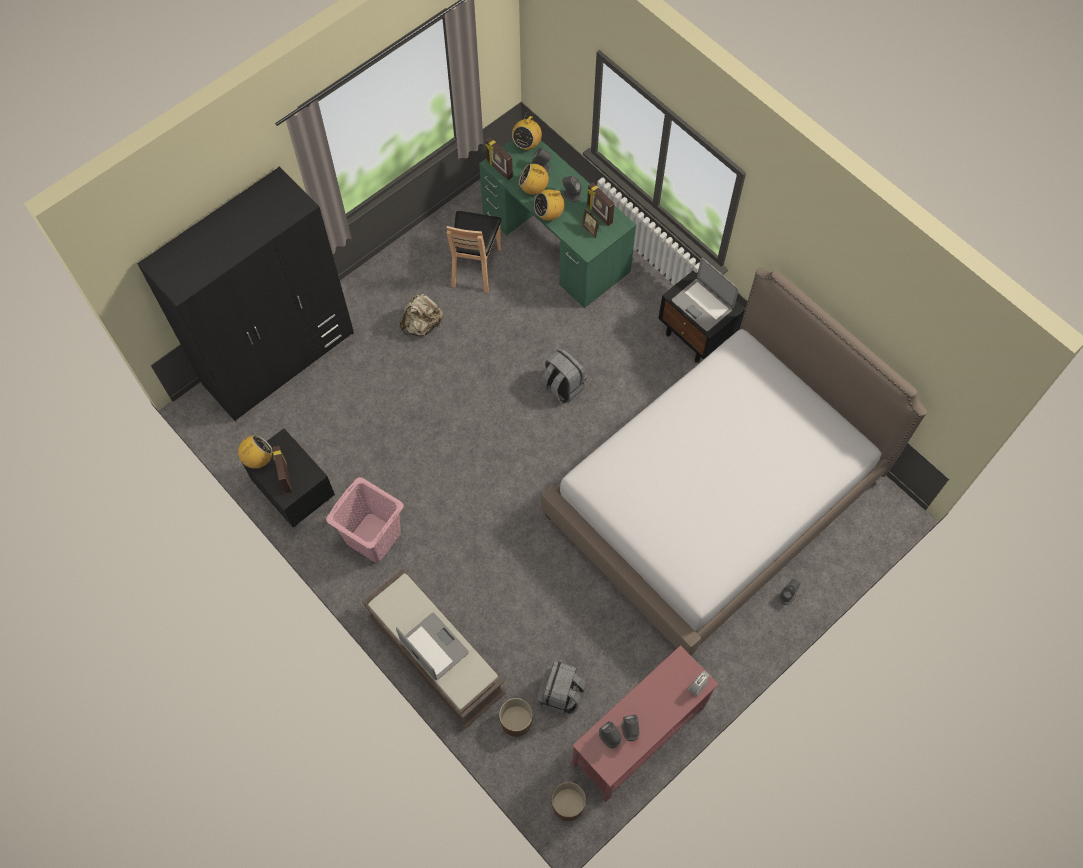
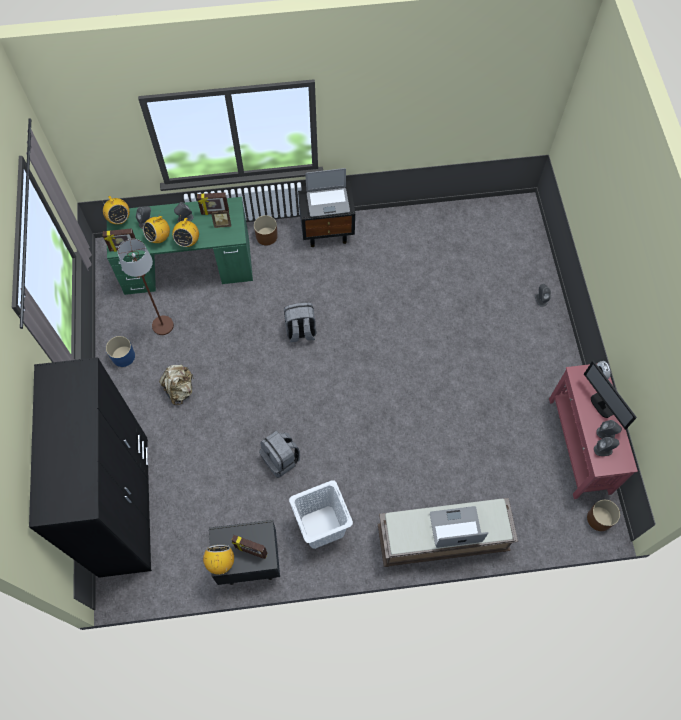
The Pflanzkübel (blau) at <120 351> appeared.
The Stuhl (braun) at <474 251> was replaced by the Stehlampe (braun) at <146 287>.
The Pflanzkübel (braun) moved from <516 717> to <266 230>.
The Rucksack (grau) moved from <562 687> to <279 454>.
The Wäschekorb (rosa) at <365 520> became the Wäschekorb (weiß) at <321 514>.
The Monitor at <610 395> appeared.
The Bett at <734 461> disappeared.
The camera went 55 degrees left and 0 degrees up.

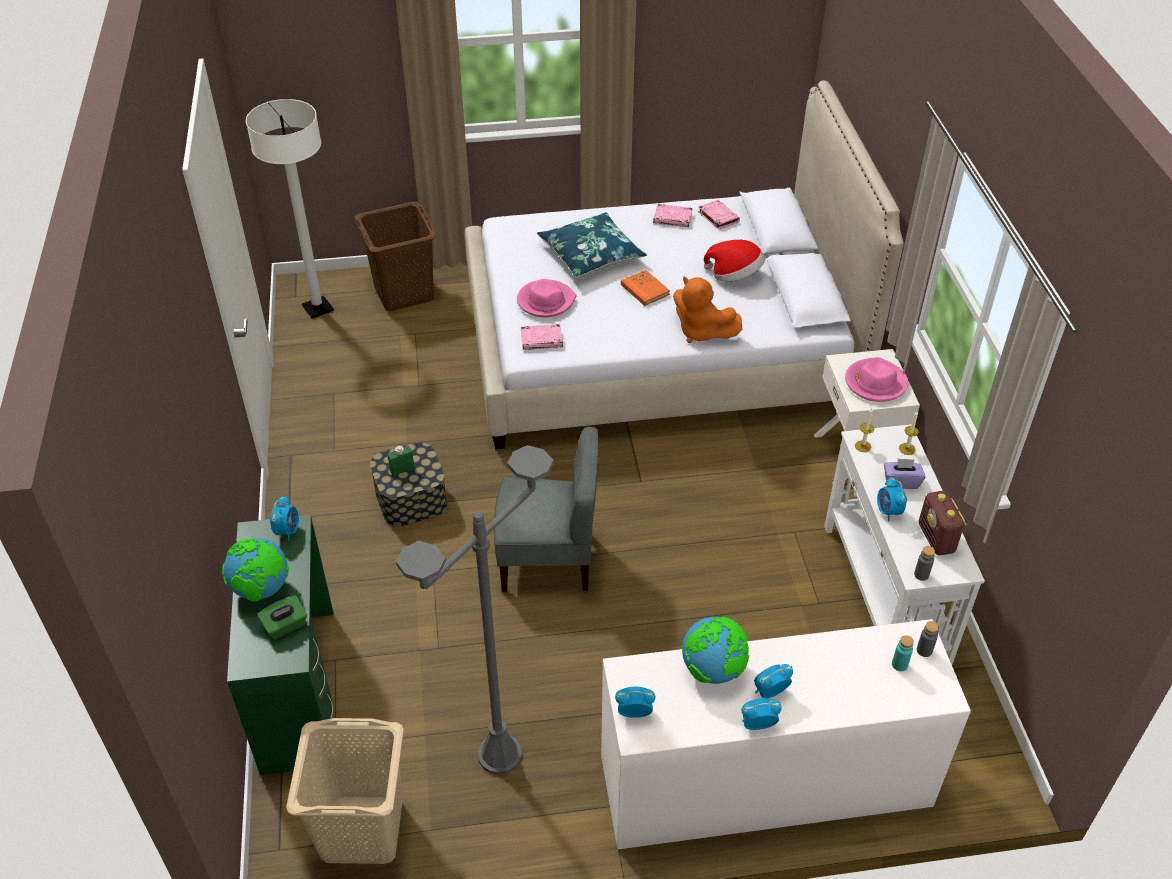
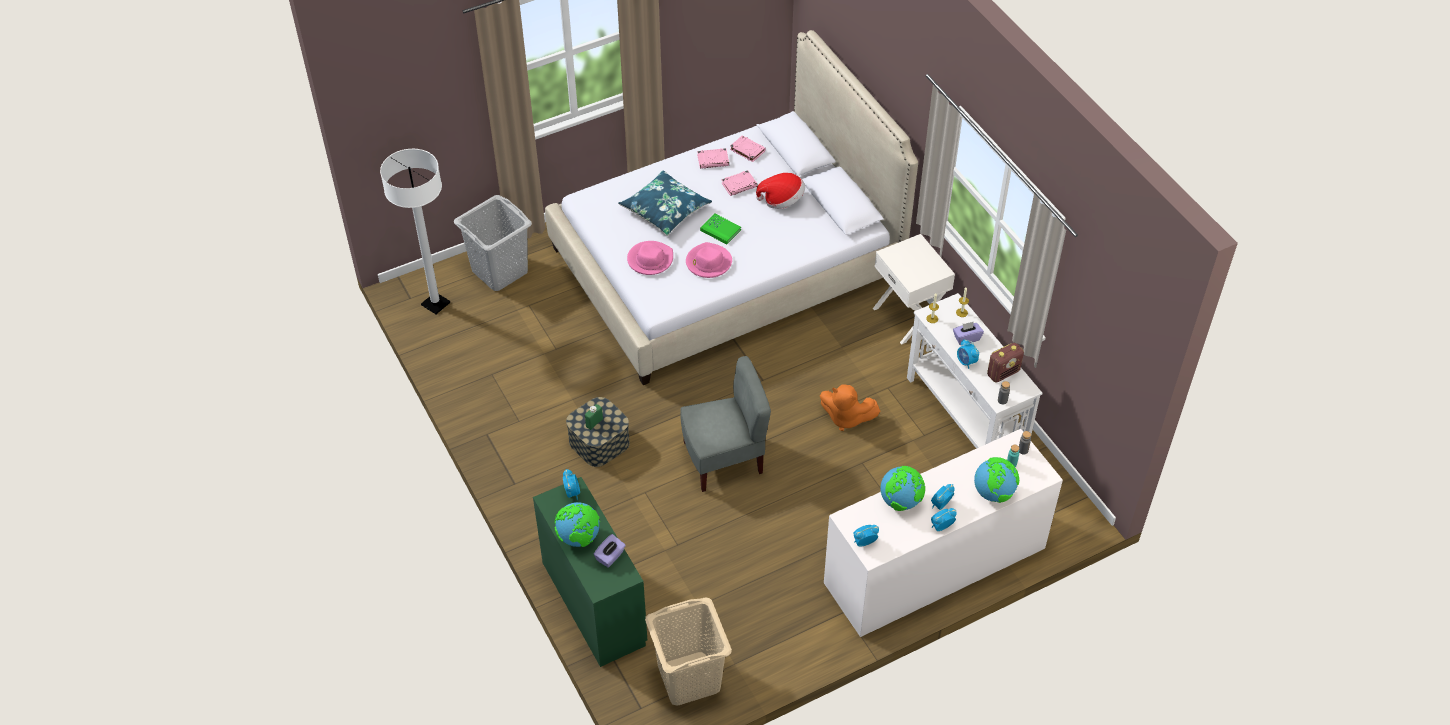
The Wäschekorb (braun) at <395 256> became the Wäschekorb (grau) at <493 243>.
The Taschentuchbox (grün) at <282 617> became the Taschentuchbox (lila) at <610 551>.
The Hut (rosa) moved from <877 379> to <709 260>.
The Buch (orange) at <645 288> became the Buch (grün) at <720 229>.
The Buch (rosa) moved from <542 337> to <739 183>.
The Plüschtier (orange) moved from <707 309> to <850 408>.
The Globus at <996 480> appeared.
The Radio at <943 523> turned 90 degrees counterclockwise.
The Stehlampe (grau) at <475 610> disappeared.
The camera went 20 degrees left and 5 degrees up.

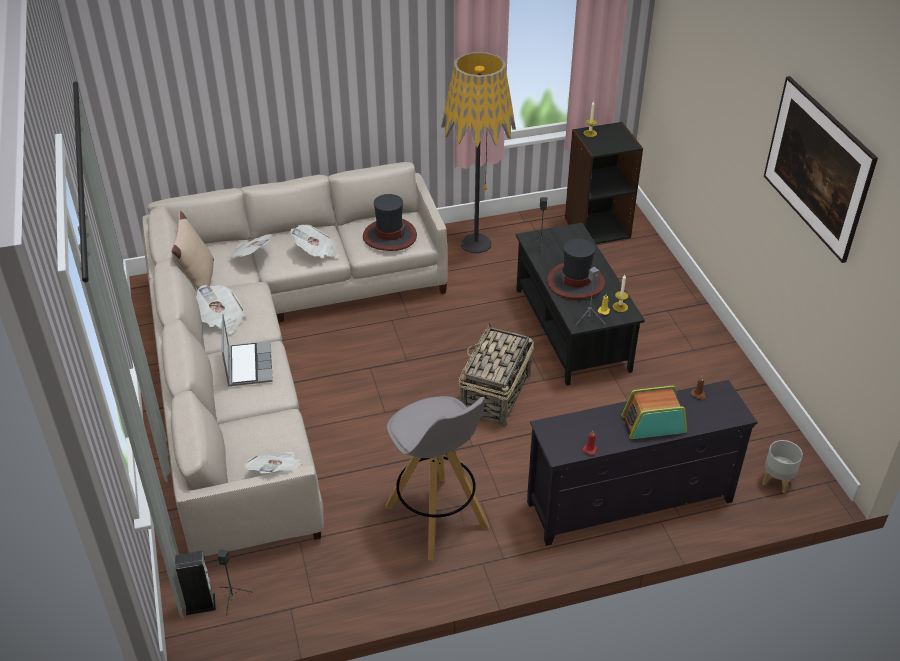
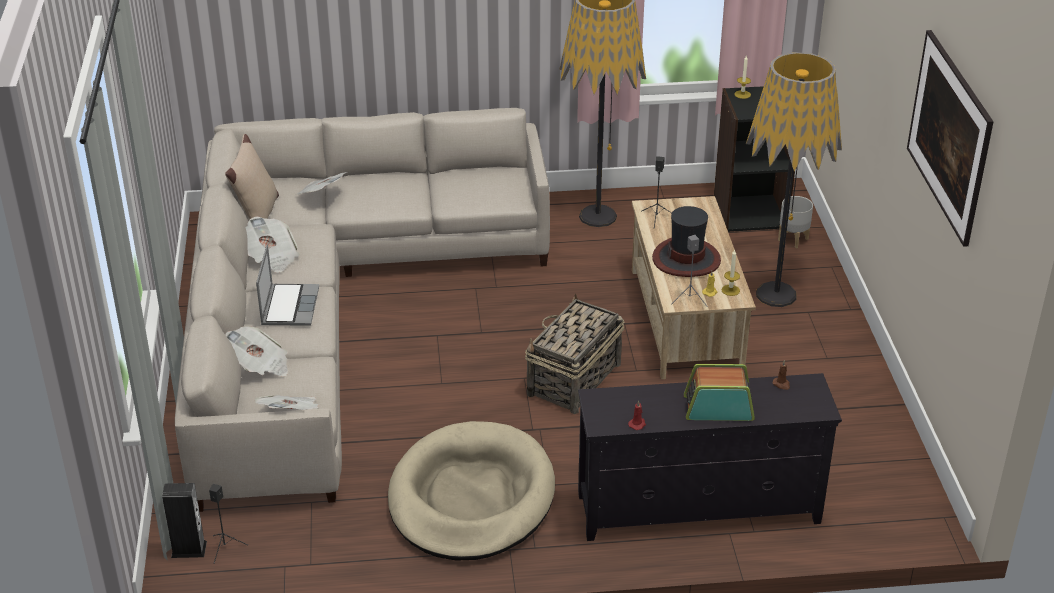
The Zeitung moved from <315 241> to <257 352>.
The Hocker (grau) at <437 478> was replaced by the Hundebett (beige) at <471 491>.
The Couchtisch (schwarz) at <580 304> became the Couchtisch (beige) at <694 287>.
The Stehlampe at <794 179> appeared.
The Pflanzkübel (grau) moved from <782 466> to <795 222>.
The Hut at <390 222> disappeared.
The camera went 10 degrees right and 5 degrees down.

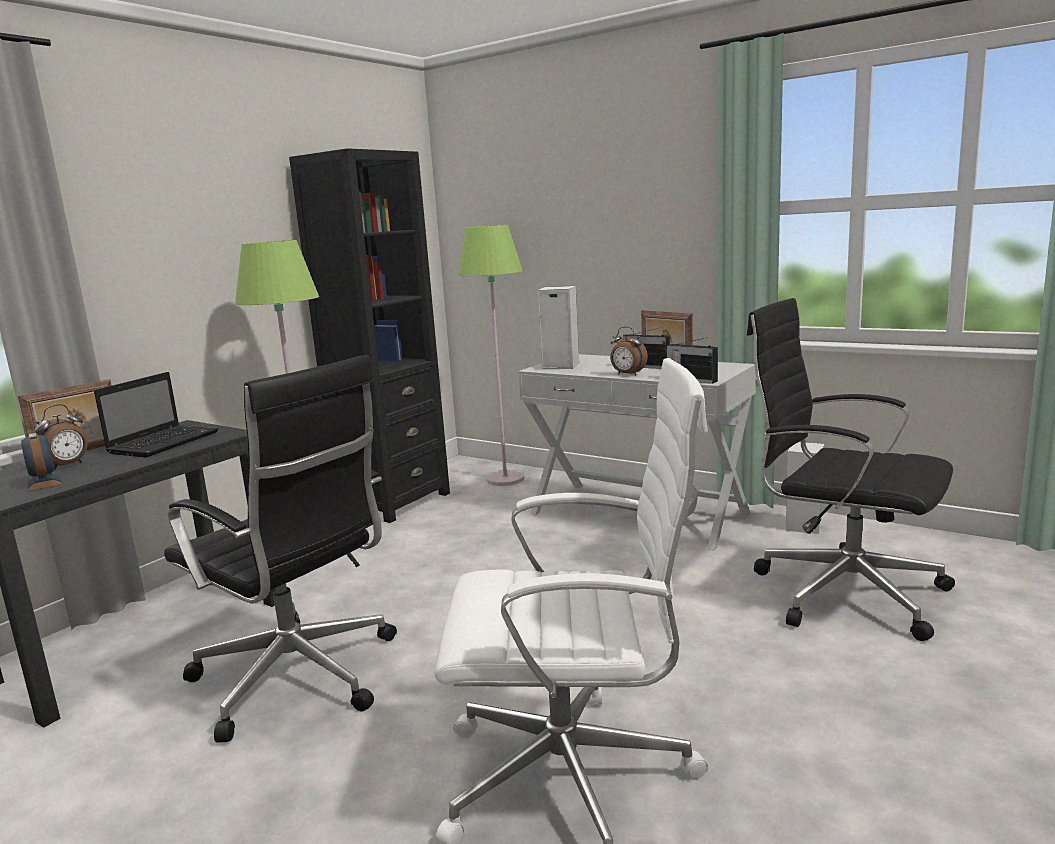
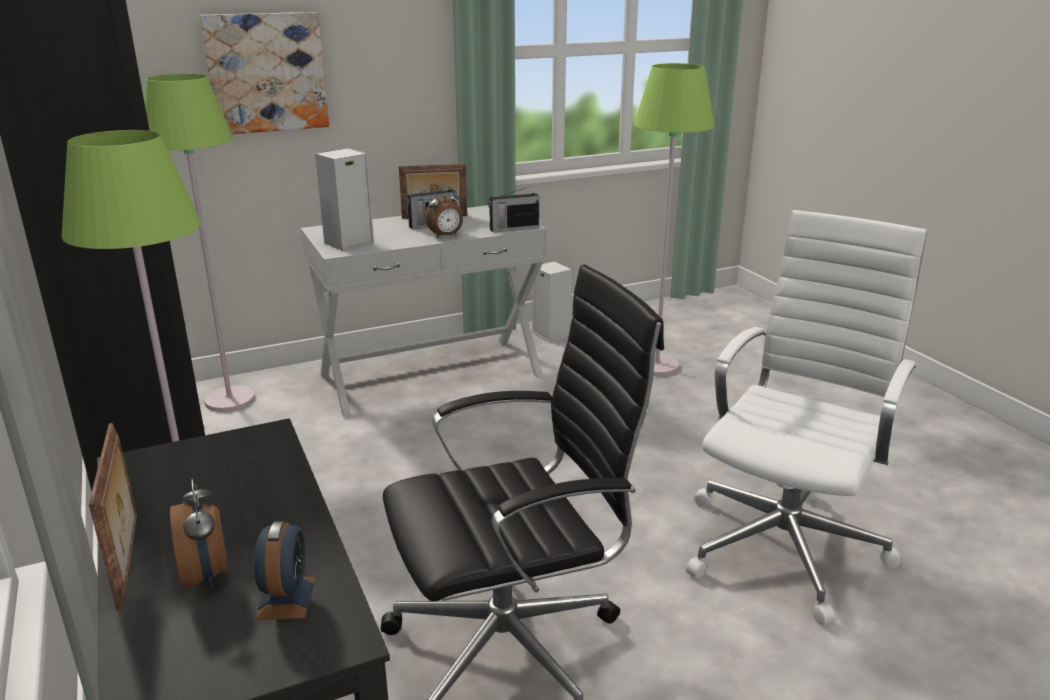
The Bild at <264 73> appeared.
The Wecker at <41 462> turned 90 degrees counterclockwise.
The Bürostuhl (schwarz) at <851 469> was replaced by the Stehlampe (grün) at <674 219>.
The Laptop at <156 414> disappeared.
The camera went 60 degrees left and 10 degrees up.

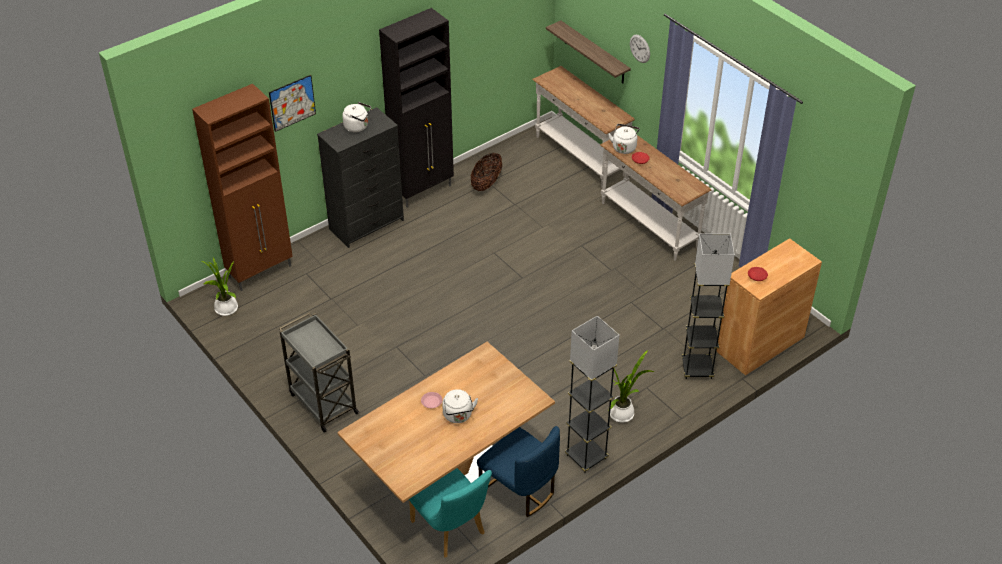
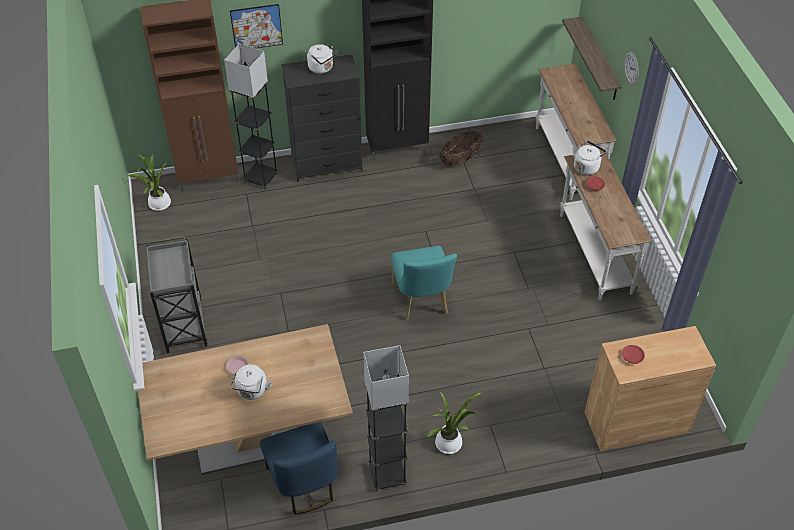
The Stehlampe (schwarz) moved from <708 306> to <251 116>.
The Stuhl (türkis) moved from <450 513> to <424 283>.
The camera went 25 degrees right and 5 degrees up.

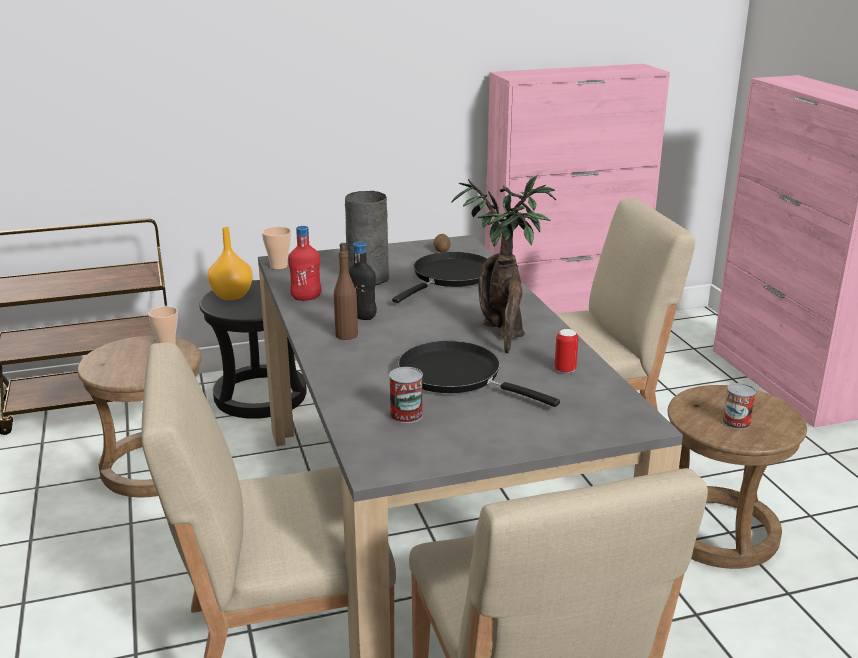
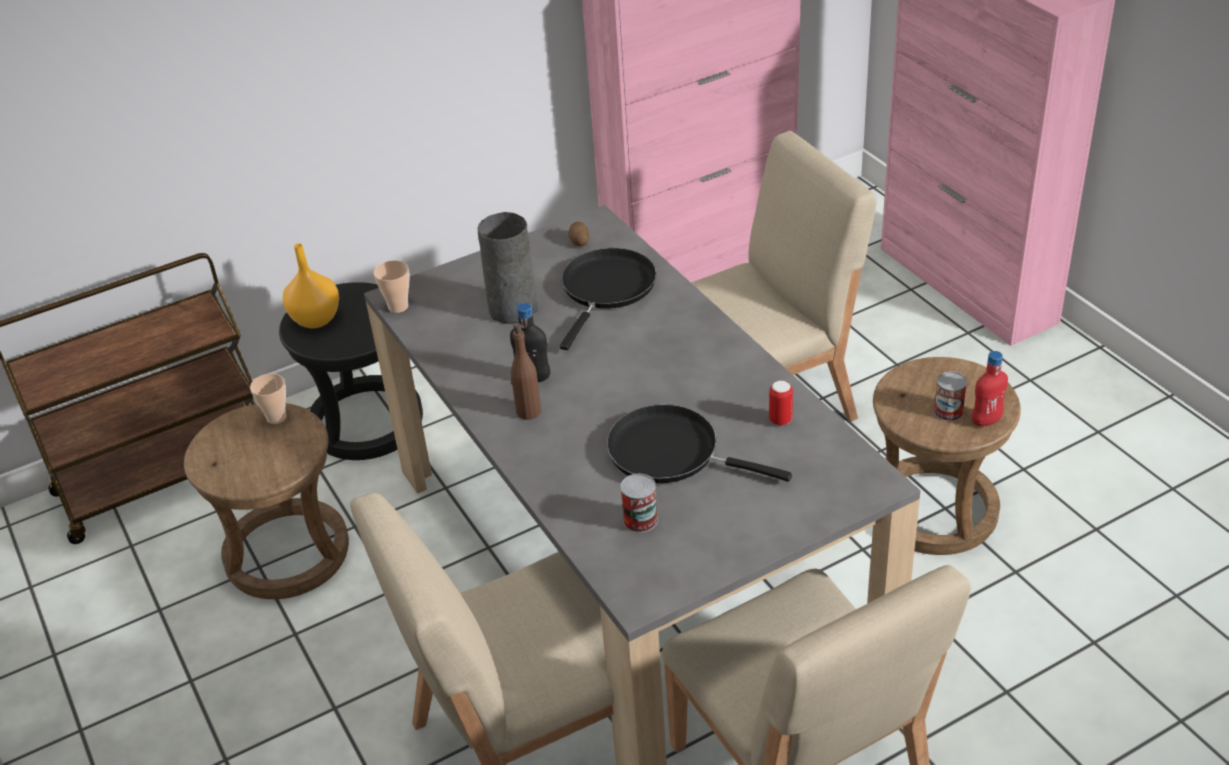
The Flasche (rot) moved from <304 263> to <990 389>.
The Topfpflanze at <503 264> disappeared.
The camera went 10 degrees left and 15 degrees up.

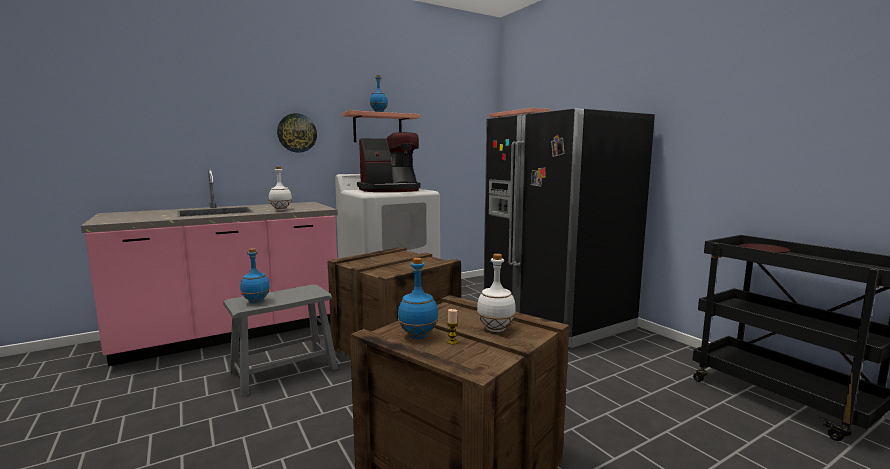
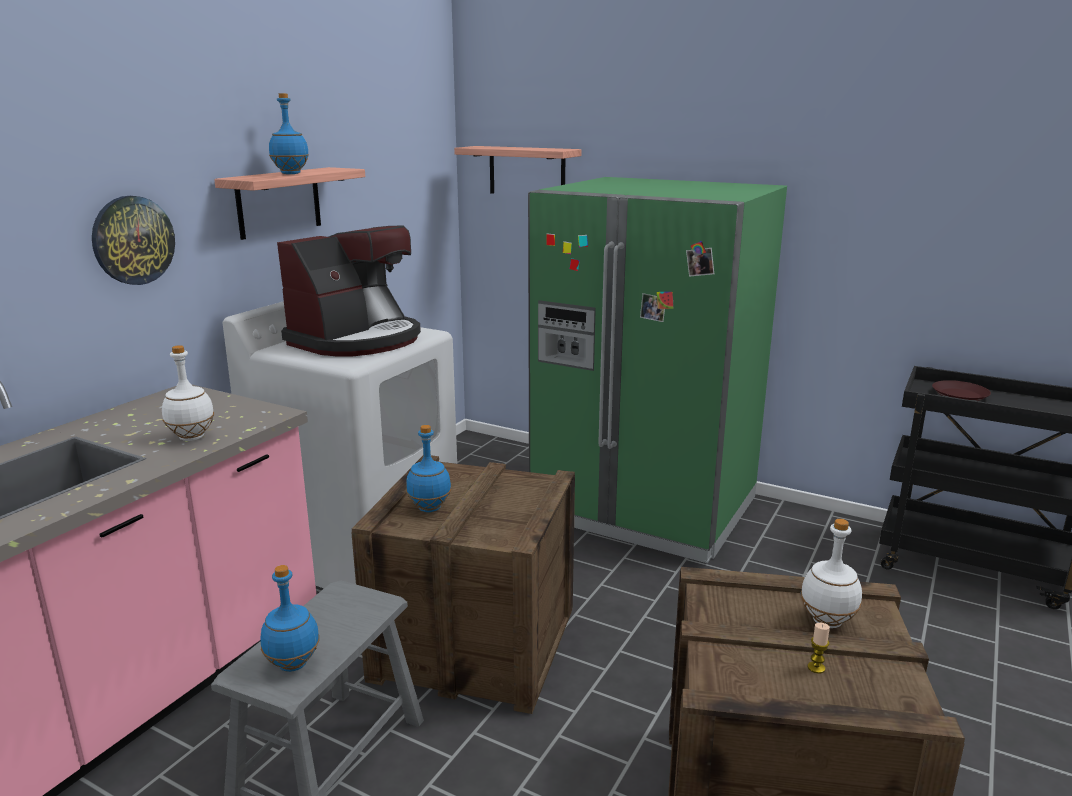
The Flasche (blau) moved from <418 298> to <428 468>.
The Kühlschrank (schwarz) at <569 228> became the Kühlschrank (grün) at <657 370>.
The camera went 30 degrees left and 10 degrees up.

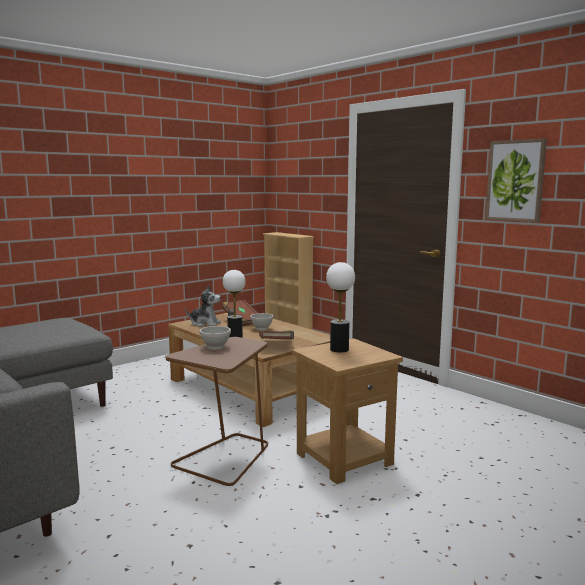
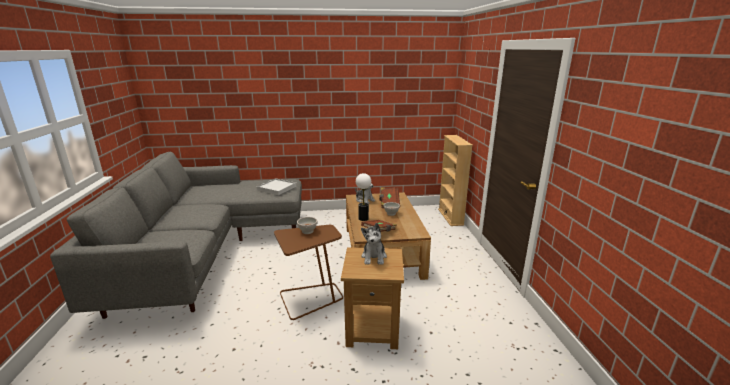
The Tablett (weiß) at <277 186> appeared.
The Tischlampe at <340 307> was replaced by the Plüschtier at <374 244>.
The Bild at <516 180> disappeared.
The camera went 35 degrees right and 10 degrees up.

